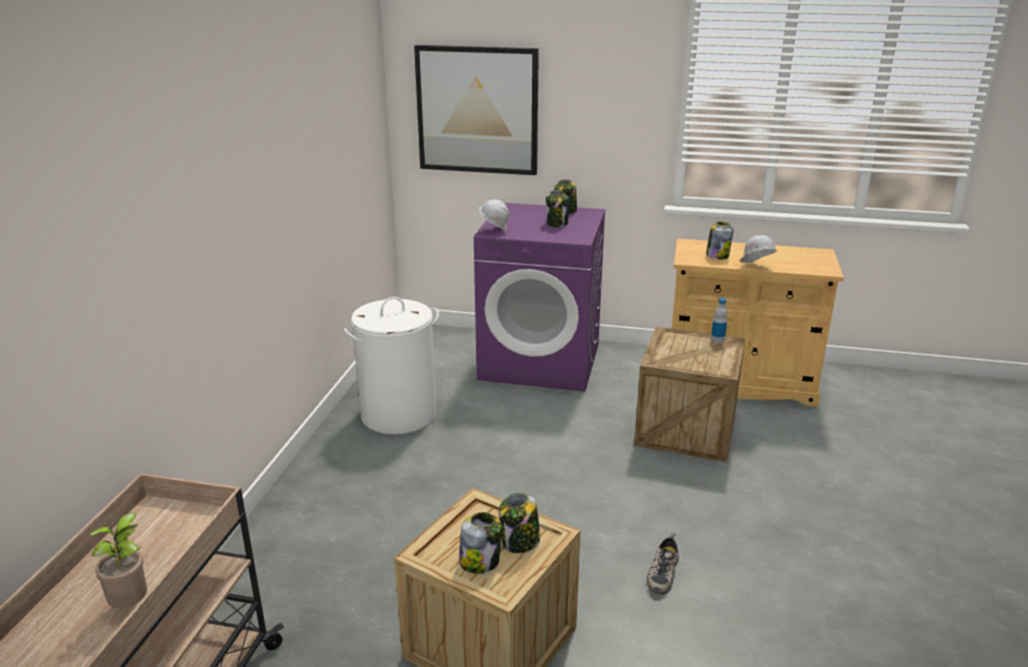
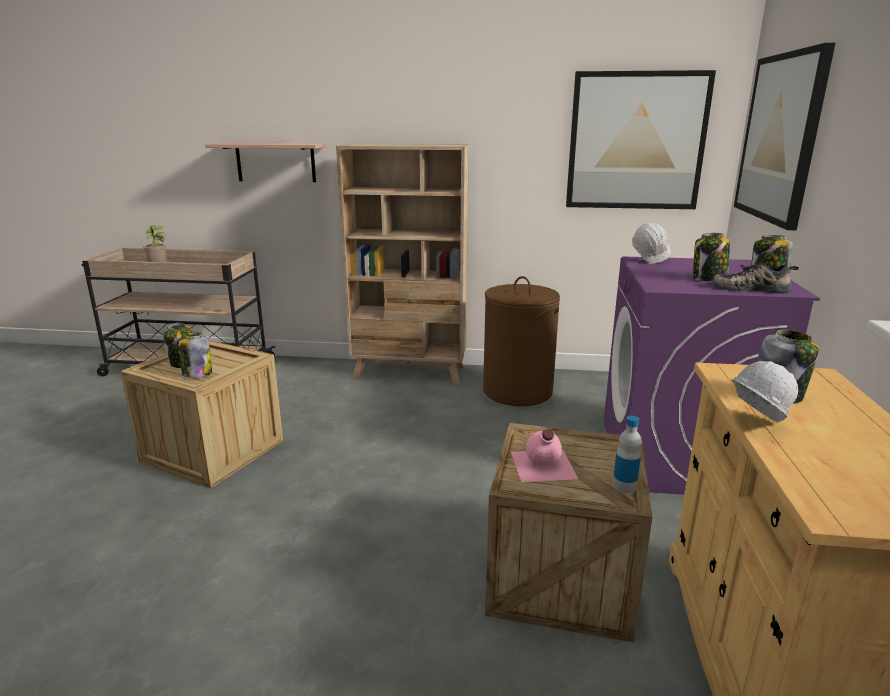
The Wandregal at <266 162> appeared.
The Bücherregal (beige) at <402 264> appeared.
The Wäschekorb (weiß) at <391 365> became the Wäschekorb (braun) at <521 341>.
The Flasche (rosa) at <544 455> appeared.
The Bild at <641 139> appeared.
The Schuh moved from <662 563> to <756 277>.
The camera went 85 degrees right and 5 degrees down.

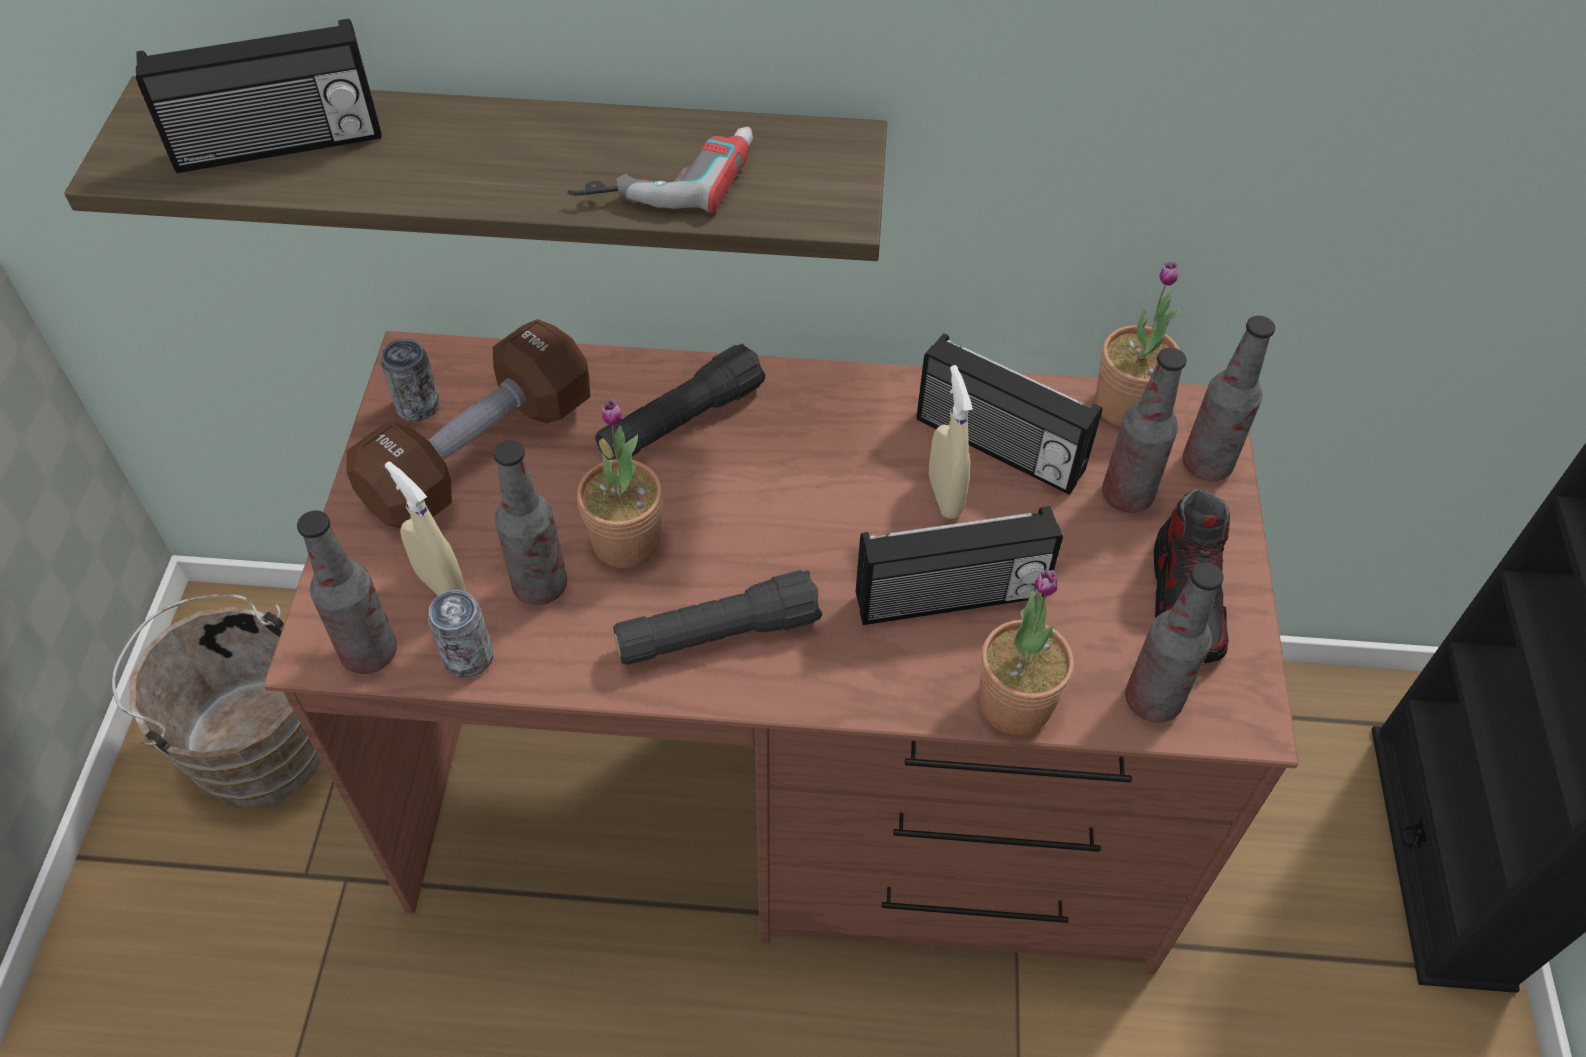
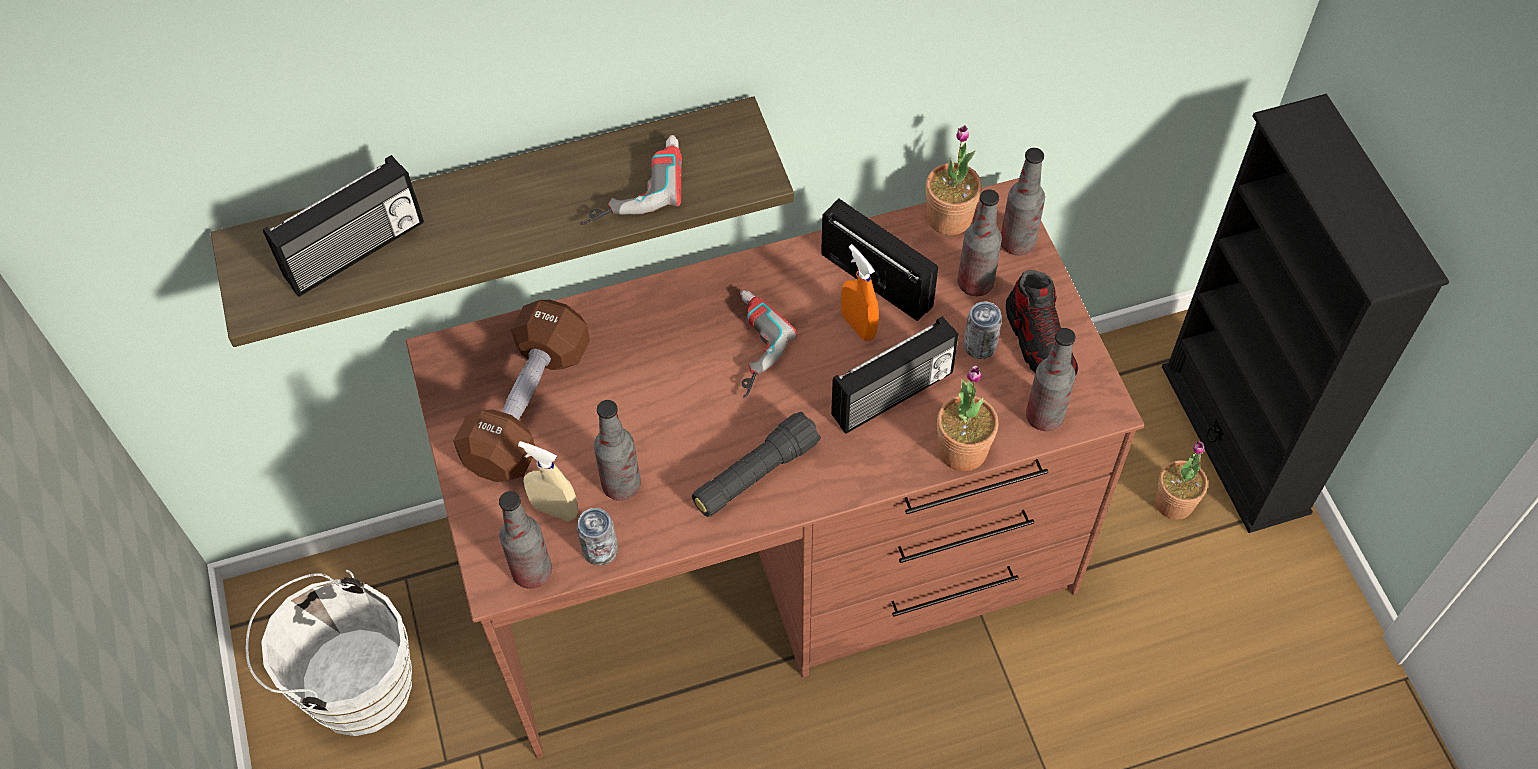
The Eimer (braun) at <216 701> became the Eimer (weiß) at <329 652>.
The Bohrmaschine at <768 344> appeared.
The Radio at <1009 414> turned 150 degrees counterclockwise.
The Sprühflasche (beige) at <951 442> became the Sprühflasche (orange) at <860 292>.
The Dose moved from <410 379> to <982 330>.
The Topfpflanze moved from <620 483> to <1181 480>.
The Taschenlampe (schwarz) at <680 402> disappeared.
The camera went 20 degrees left and 5 degrees up.

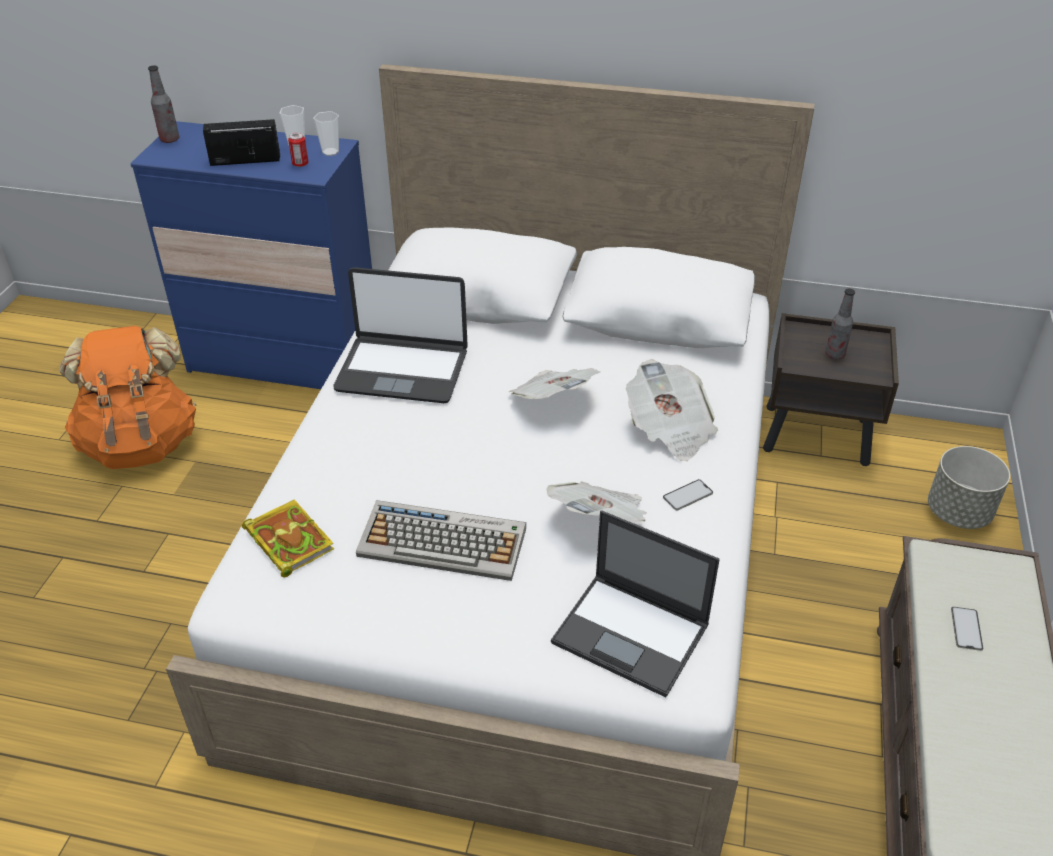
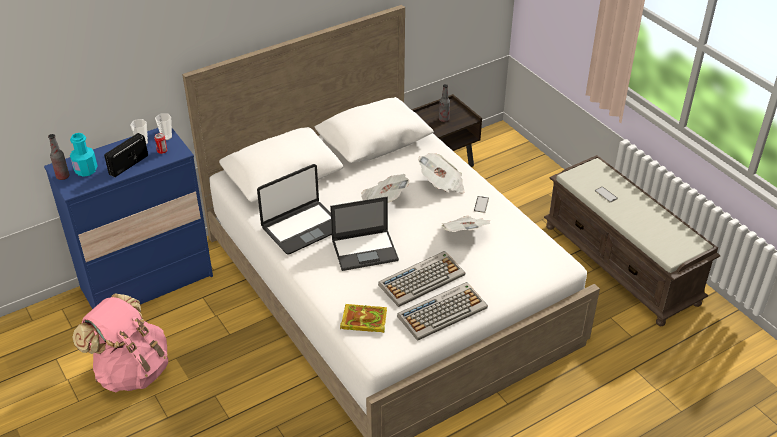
The Flasche (türkis) at <84 155> appeared.
The Rucksack (orange) at <127 397> became the Rucksack (rosa) at <120 343>.
The Laptop moved from <635 604> to <364 234>.
The Tastatur at <442 311> appeared.
The Pflanzkübel (grau) at <969 487> disappeared.
The camera went 45 degrees left and 0 degrees up.

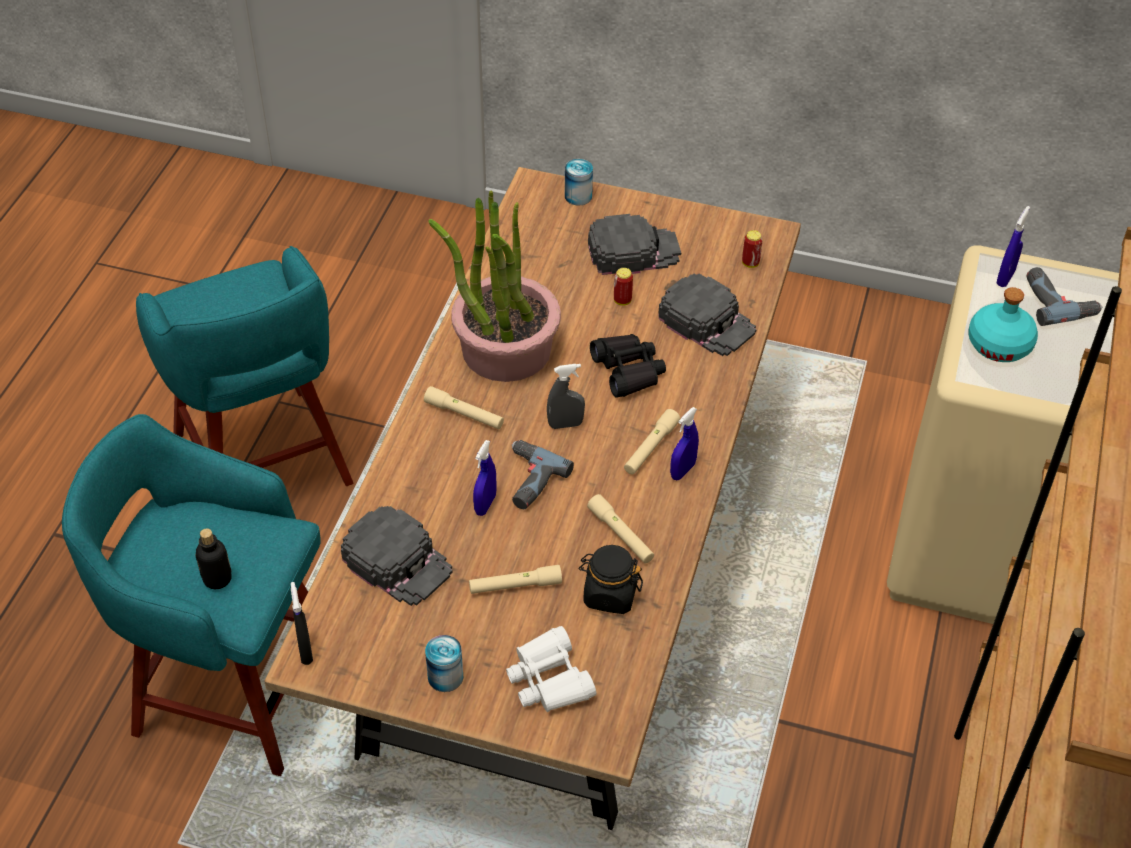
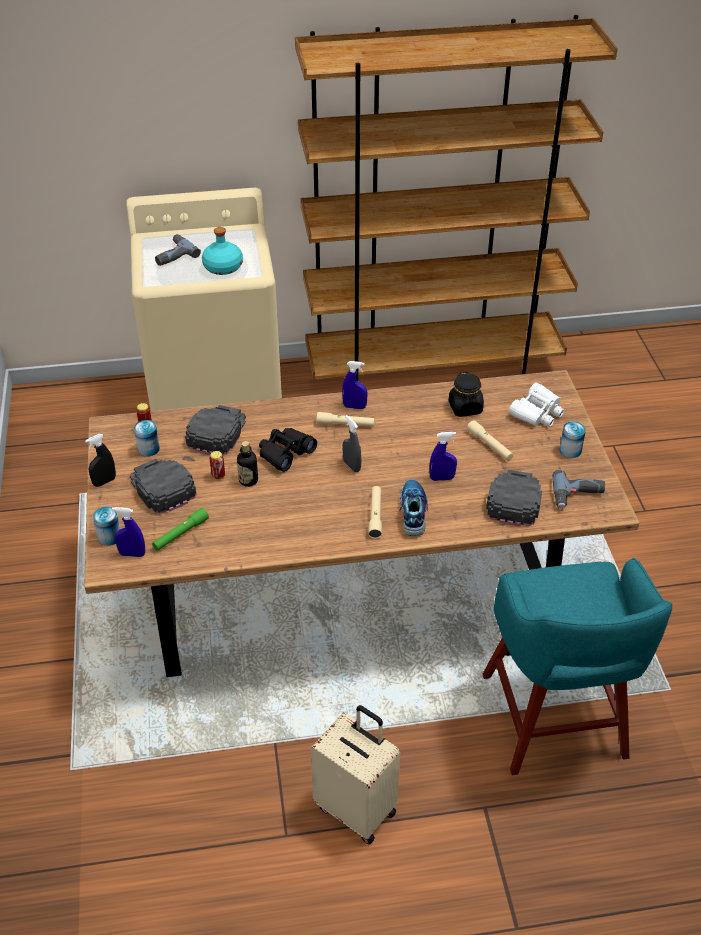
The Sprühflasche (schwarz) moved from <302 623> to <100 460>.
The Sprühflasche (blau) moved from <1013 246> to <128 532>.
The Dose at <147 438> appeared.
The Taschenlampe (grün) at <180 529> appeared.
The Flasche moved from <213 558> to <247 464>.
The Hocker (türkis) at <244 366> was replaced by the Koffer (beige) at <355 774>.
The Schuh at <413 507> appeared.
The Bohrmaschine moved from <543 474> to <579 489>.
The Topfpflanze at <495 286> disappeared.
The Taschenlampe (beige) at <620 529> disappeared.
The camera went 115 degrees left and 5 degrees down.

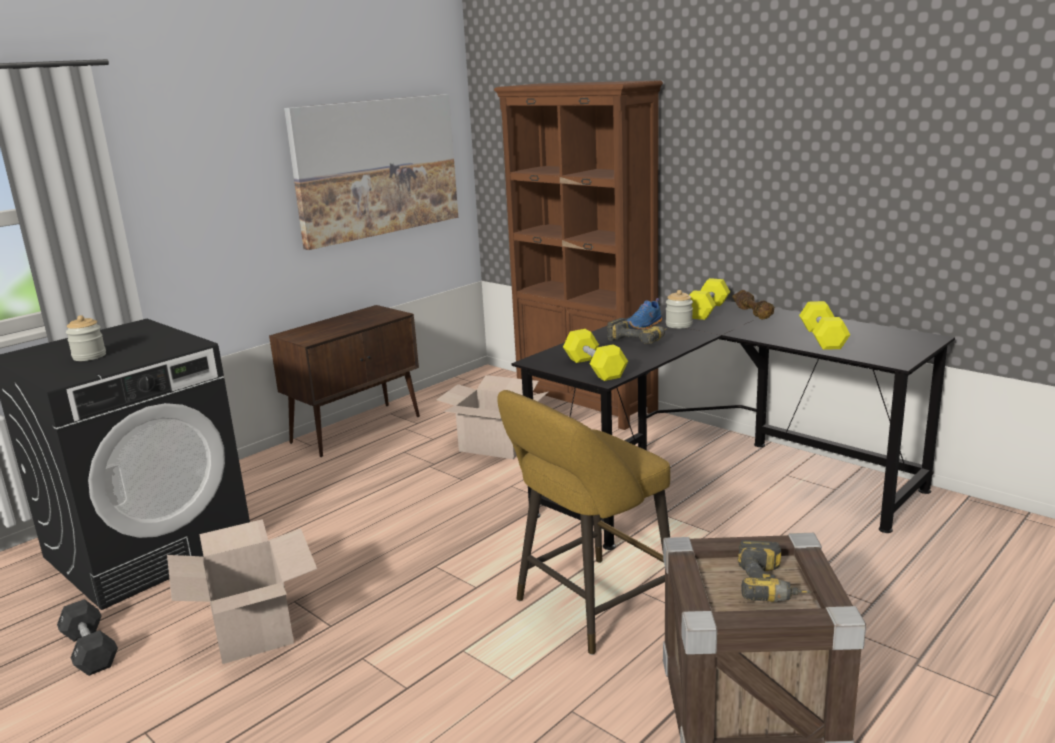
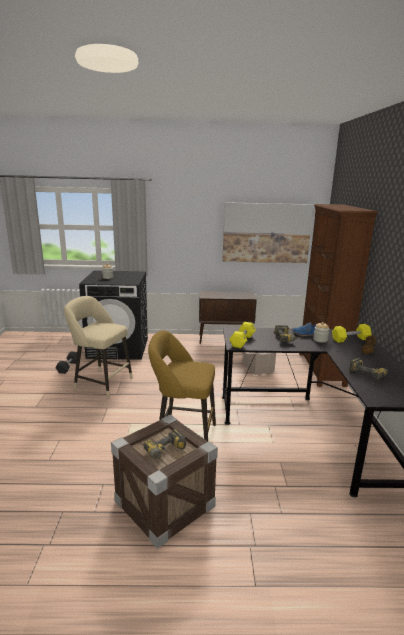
The Karton at <242 591> was replaced by the Hocker (beige) at <98 347>.
The Hantel (gelb) at <824 325> was replaced by the Bohrmaschine at <368 368>.
The camera went 45 degrees right and 0 degrees up.

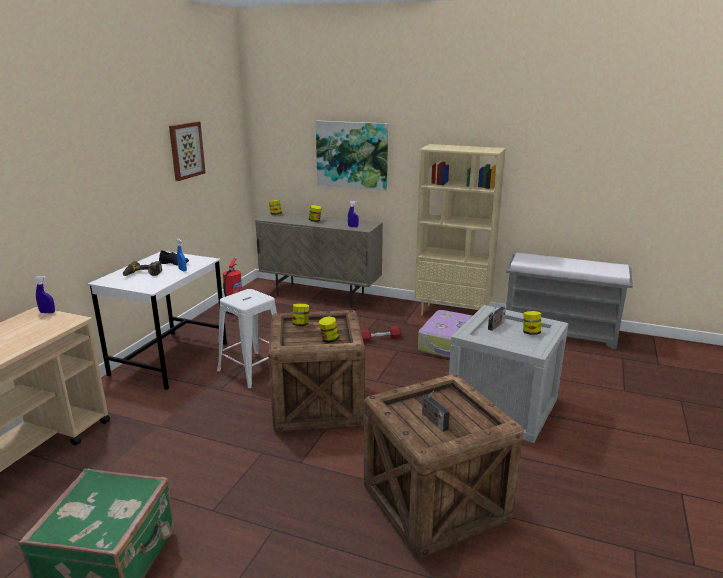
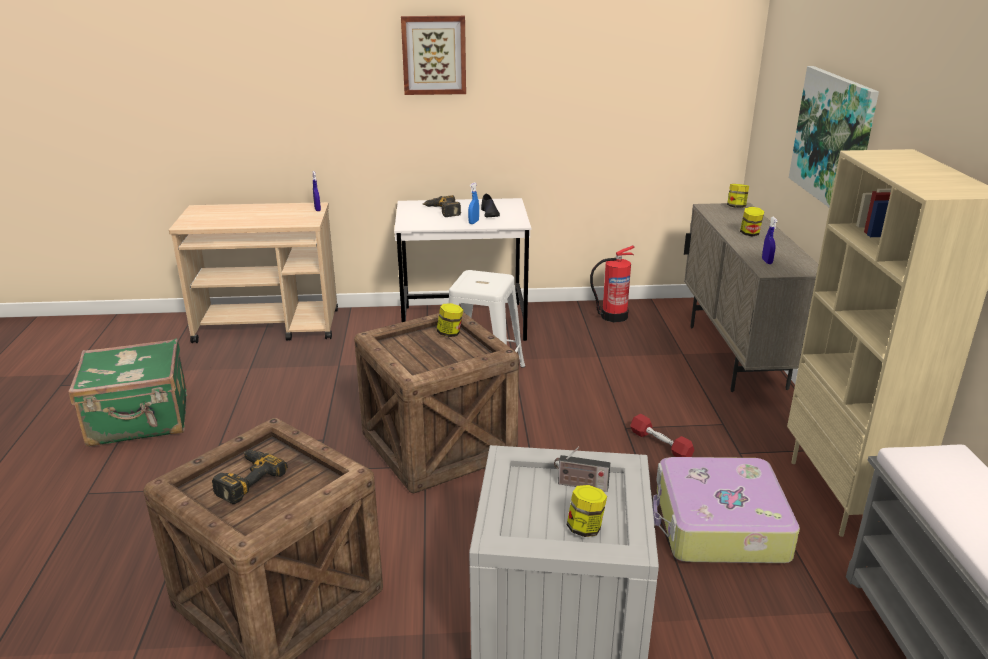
The Radio at <436 411> was replaced by the Bohrmaschine at <250 477>.
The Bild moved from <187 151> to <433 55>.
The Vorratsglas at <329 329> disappeared.
The camera went 65 degrees right and 5 degrees up.

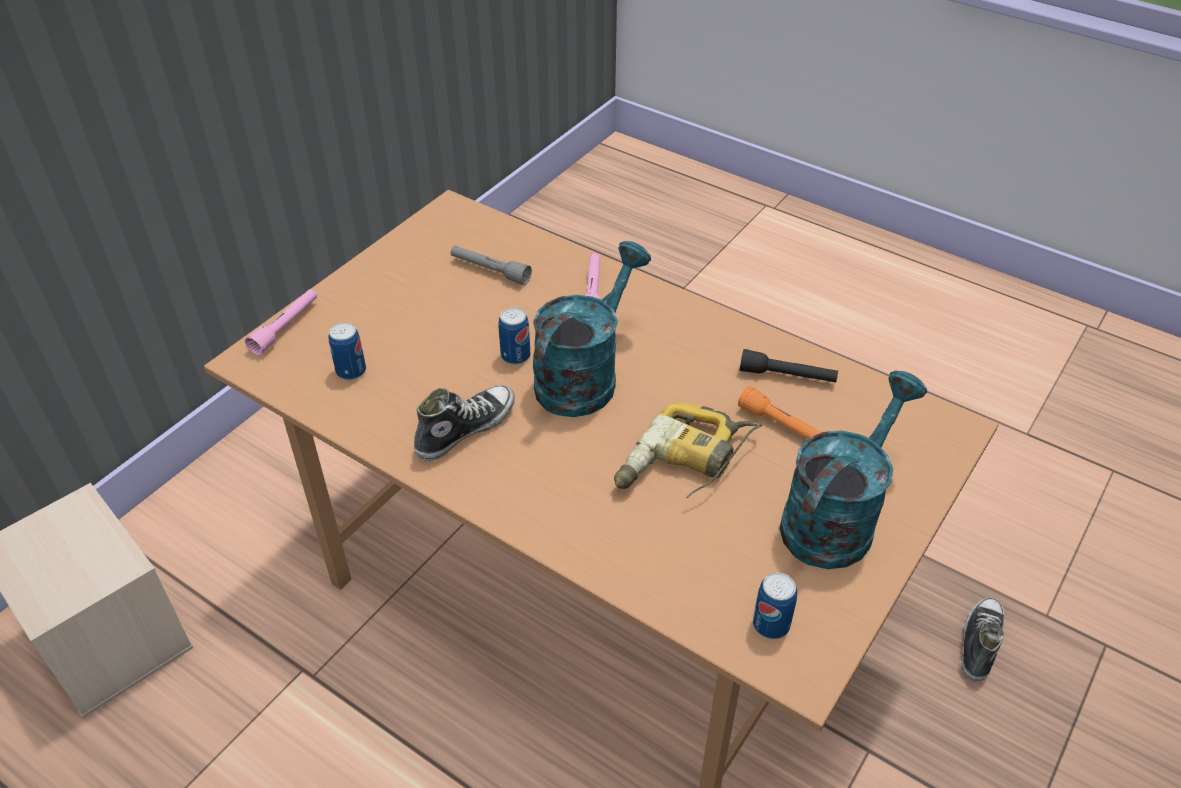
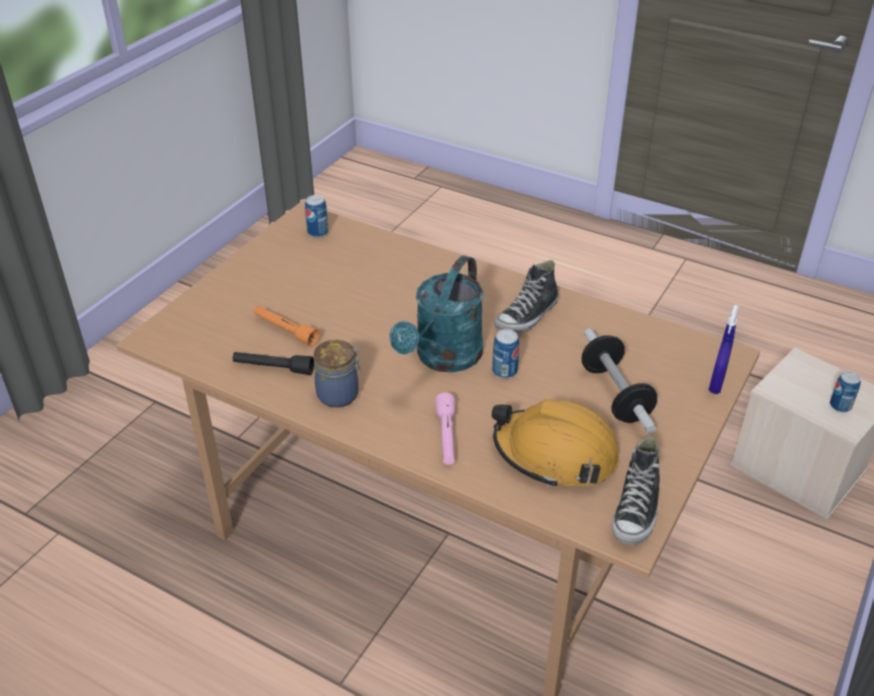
The Vorratsglas at <338 374> appeared.
The Taschenlampe (grau) at <491 265> was replaced by the Schutzhelm (orange) at <555 443>.
The Hantel at <619 380> appeared.
The Schuh moved from <983 639> to <636 490>.
The Taschenlampe (rosa) at <281 322> was replaced by the Sprühflasche (blau) at <724 349>.
The Dose moved from <347 351> to <845 391>.
The Bohrmaschine at <688 450> disappeared.
The Gießkanne (türkis) at <853 470> disappeared.
The camera went 175 degrees right and 5 degrees down.

